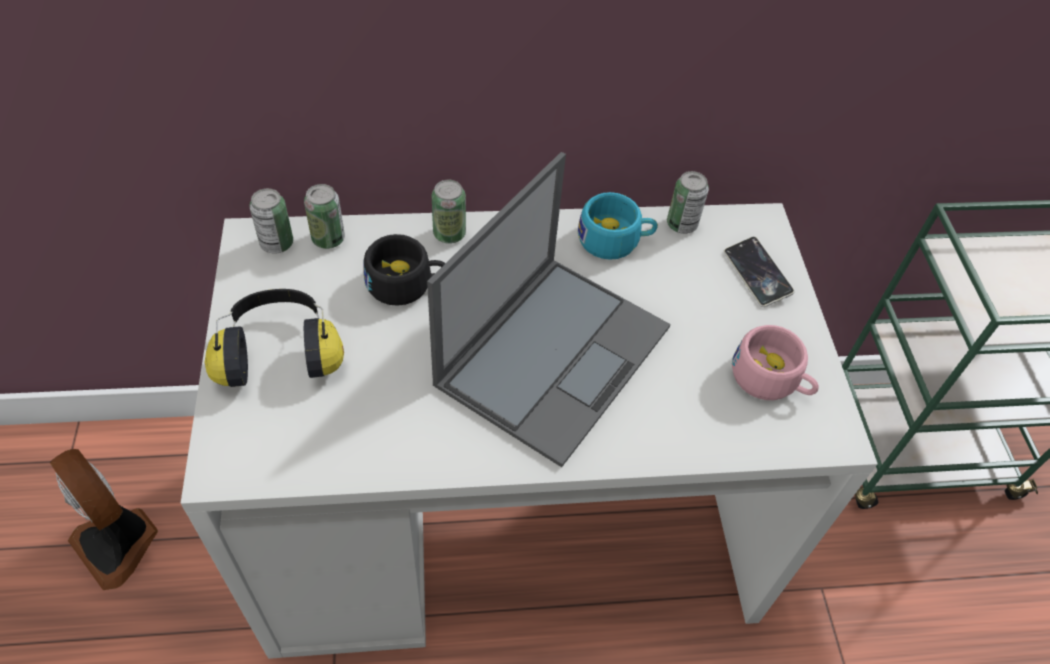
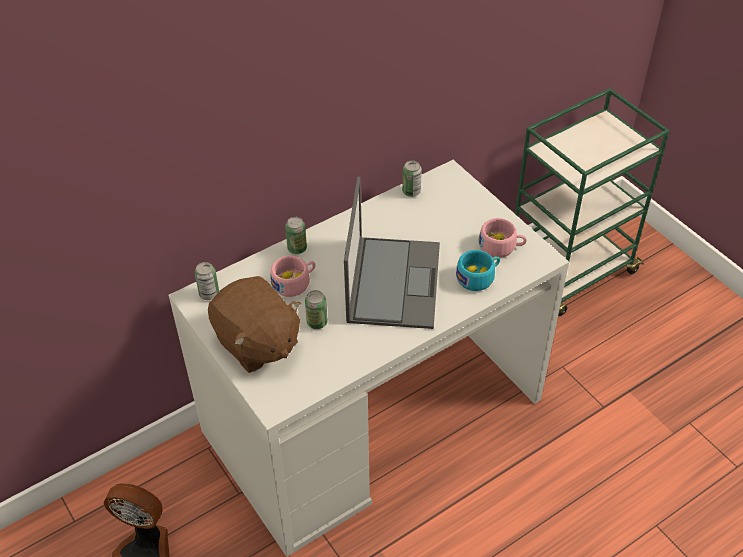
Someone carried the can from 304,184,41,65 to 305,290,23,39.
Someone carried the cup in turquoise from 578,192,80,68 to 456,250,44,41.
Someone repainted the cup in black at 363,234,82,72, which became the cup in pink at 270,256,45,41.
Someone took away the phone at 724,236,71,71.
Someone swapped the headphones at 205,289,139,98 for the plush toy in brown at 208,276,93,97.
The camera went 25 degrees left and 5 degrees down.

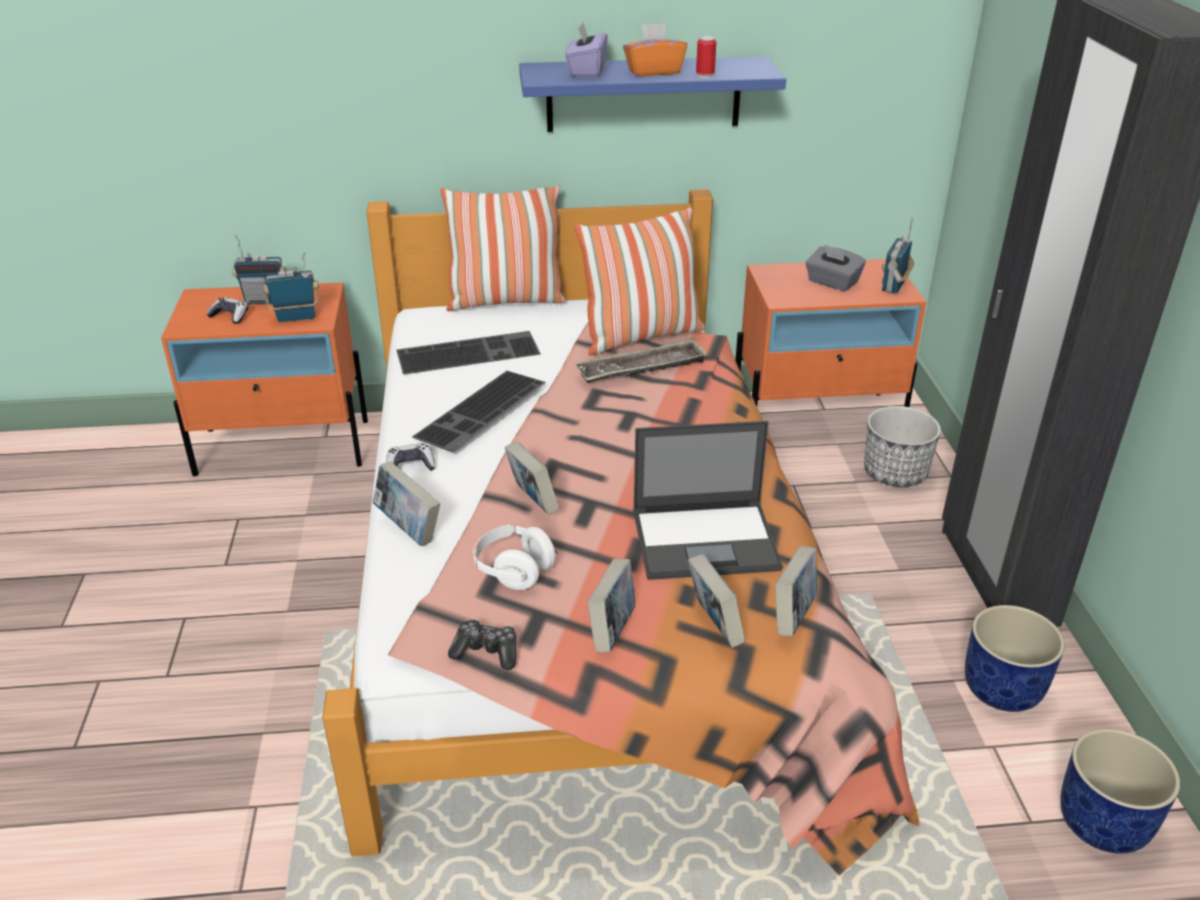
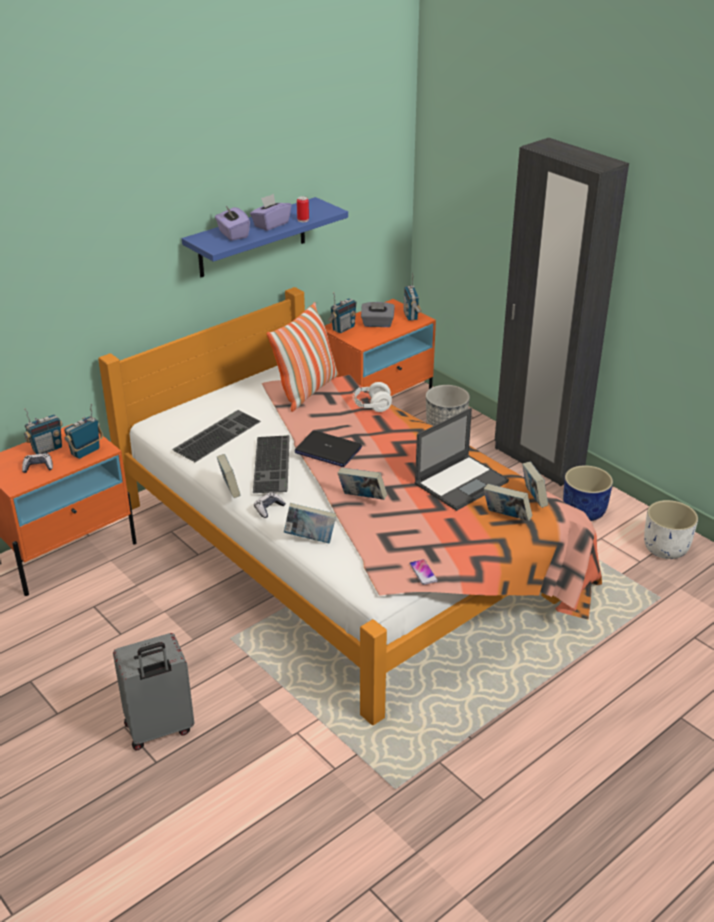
Someone repainted the tissue box in orange at 623,23,64,53, which became the tissue box in purple at 250,194,42,37.
Someone took away the pillow at 441,185,125,126.
Someone took away the tray at 575,338,133,45.
Someone carried the headphones in white from 473,524,84,66 to 353,382,39,30.
Someone carried the book from 588,558,47,95 to 217,454,23,44.
Someone swapped the game controller at 448,619,68,51 for the phone at 409,559,29,26.
Someone repainted the planter in blue at 1060,729,120,125, which became the planter in white at 644,500,54,59.
Someone put down the radio at 328,292,28,41.
Someone put down the laptop at 295,431,67,36.
Someone put down the suitcase in grey at 113,633,81,117.
The camera went 35 degrees left and 0 degrees up.

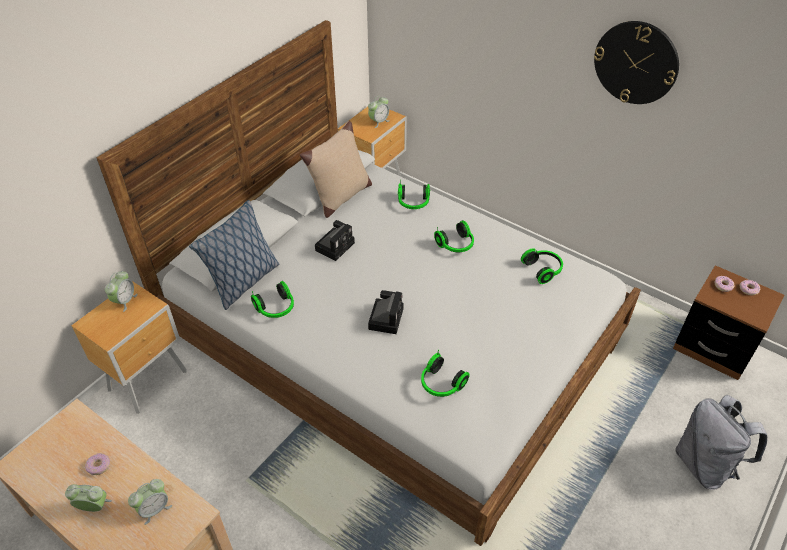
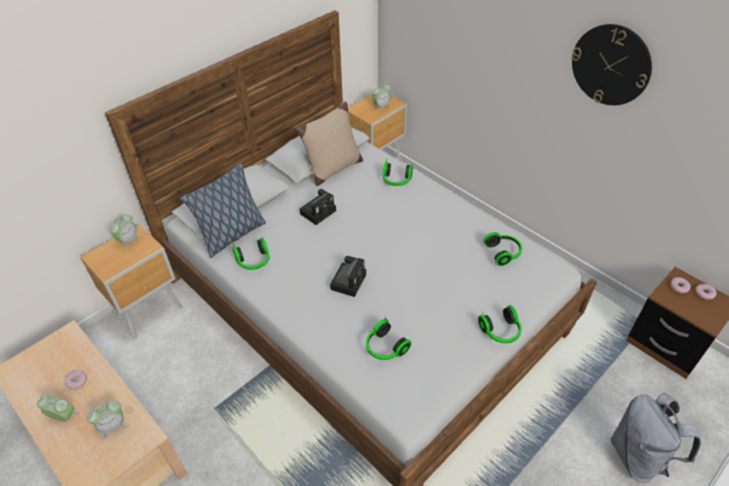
Someone carried the headphones from 434,220,40,32 to 478,305,44,38.
The camera went 10 degrees right and 0 degrees up.

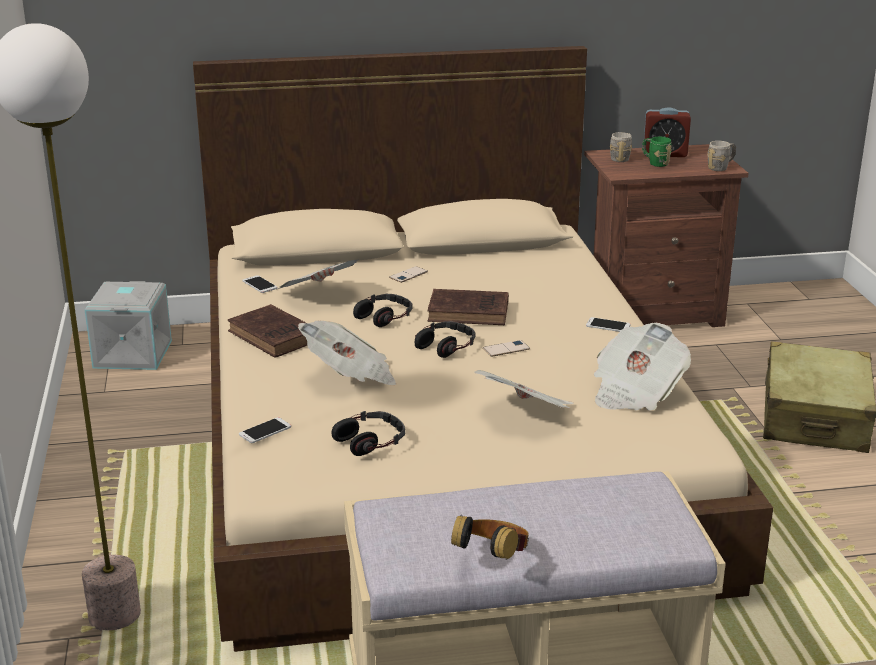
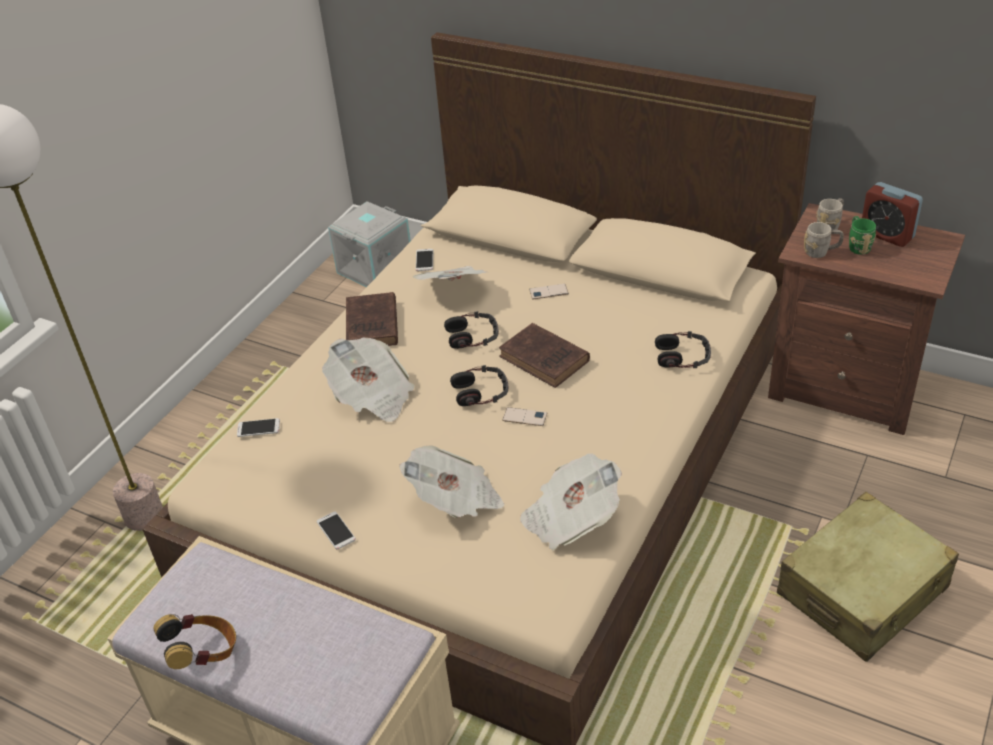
Someone carried the mug in grey from 707,141,29,30 to 804,222,40,36.
Someone carried the phone from 586,317,45,15 to 317,512,39,37.
Someone carried the headphones from 331,411,74,45 to 655,331,56,37.
The camera went 40 degrees right and 15 degrees up.

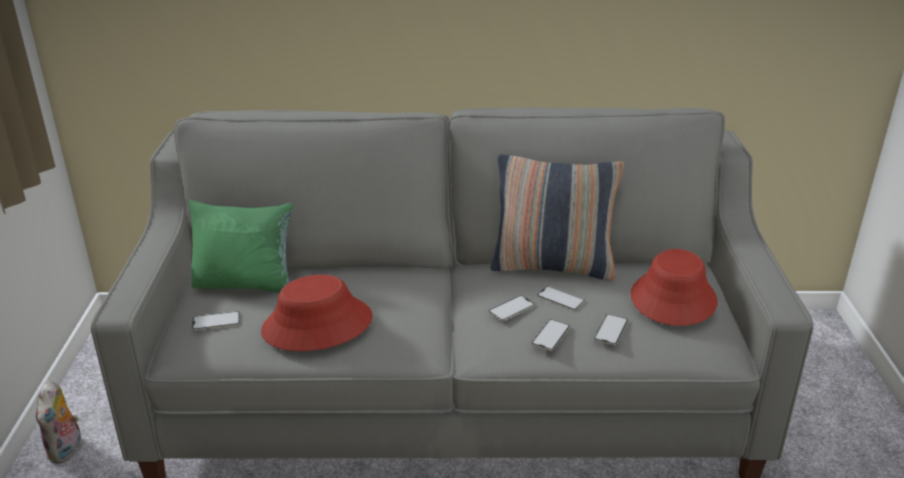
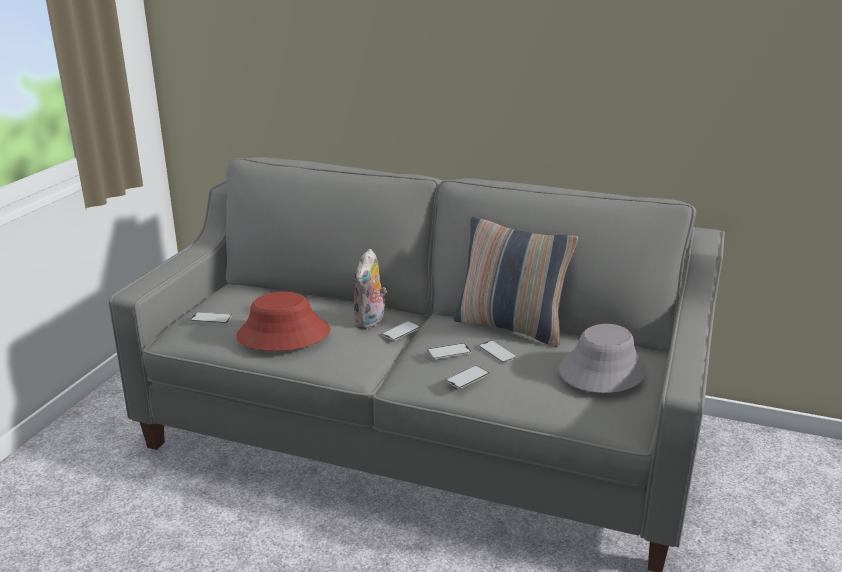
Someone took away the pillow in green at 188,200,105,93.
Someone repainted the hat in red at 631,249,86,77, which became the hat in grey at 559,324,88,69.
Someone carried the phone from 594,314,34,31 to 381,321,40,20.
Someone carried the plush toy from 36,380,45,83 to 354,249,33,80.
The camera went 20 degrees right and 5 degrees down.

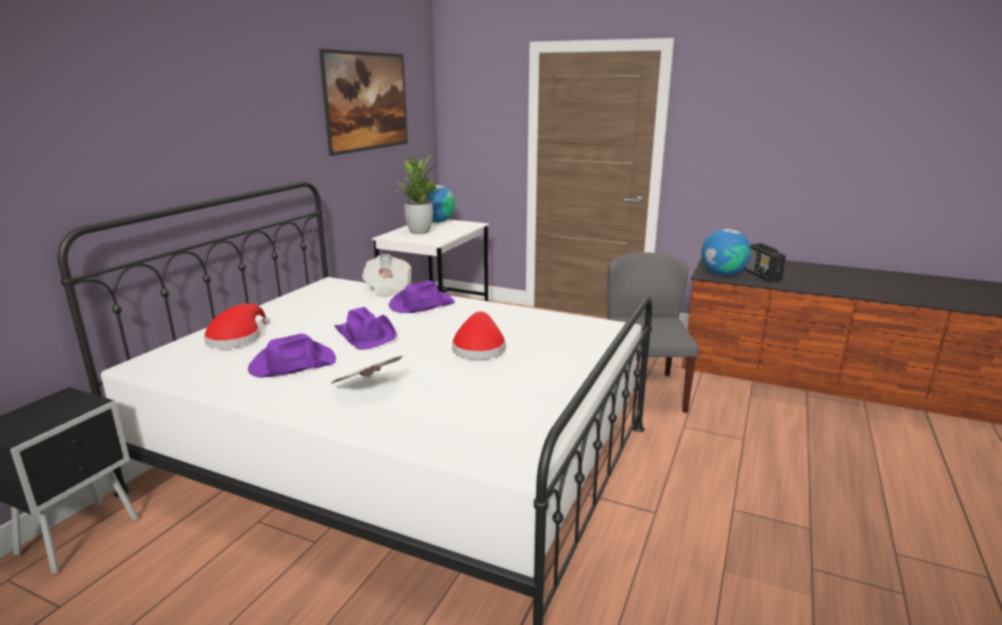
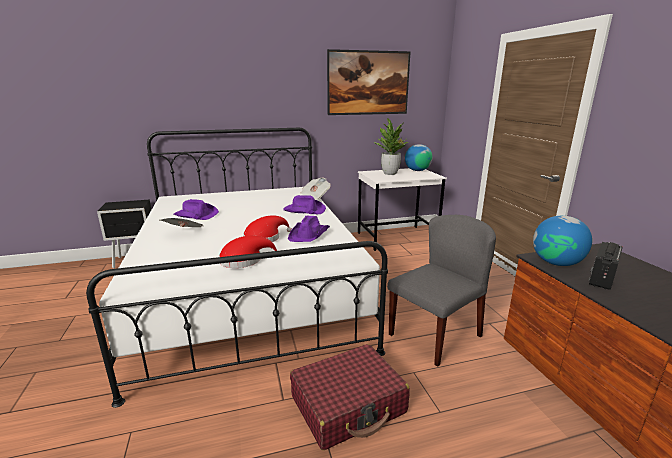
Someone carried the hat in red from 204,304,65,44 to 219,236,59,32.
Someone carried the hat in purple from 334,307,63,43 to 288,216,42,26.
Someone put down the suitcase in red at 290,344,120,106.
The camera went 50 degrees right and 0 degrees up.

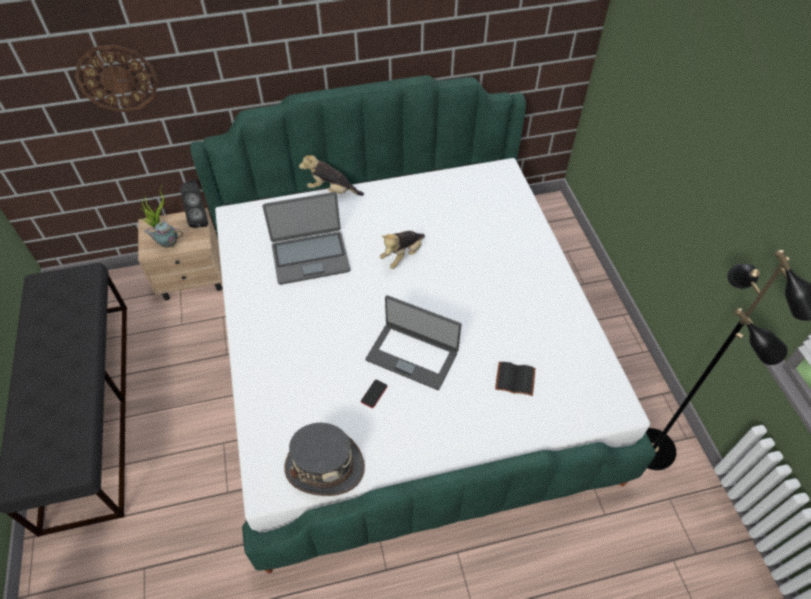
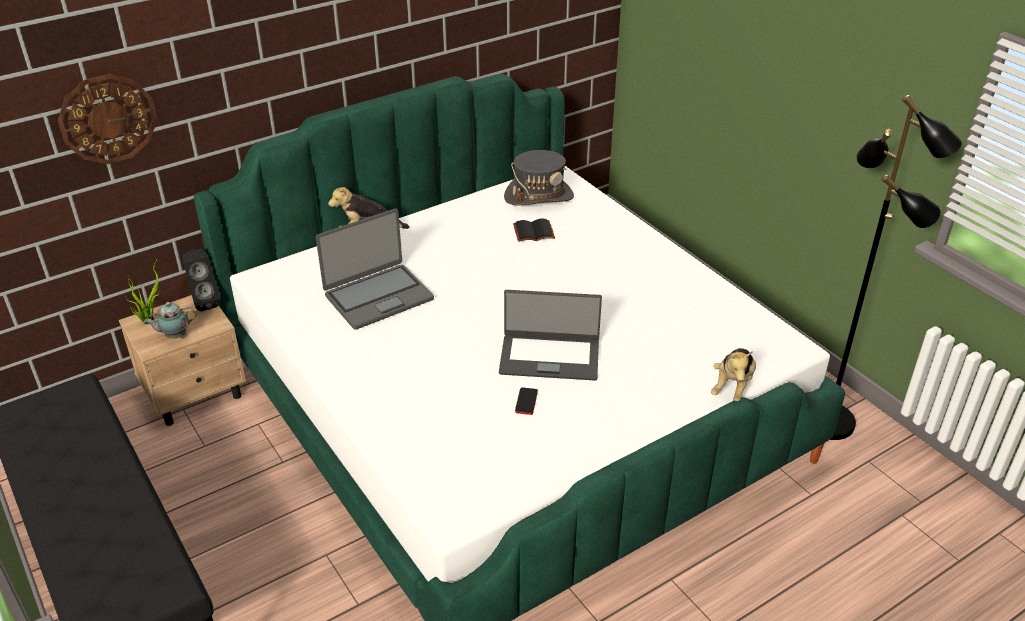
Someone carried the plush toy from 380,231,45,38 to 711,348,45,53.
Someone carried the book in black from 495,362,40,34 to 513,218,42,24.
Someone carried the hat in grey from 284,423,81,73 to 504,150,70,55.
The camera went 20 degrees left and 15 degrees down.

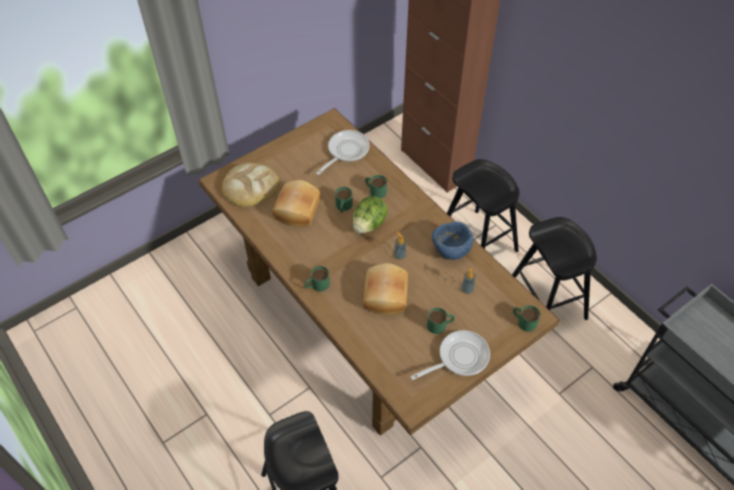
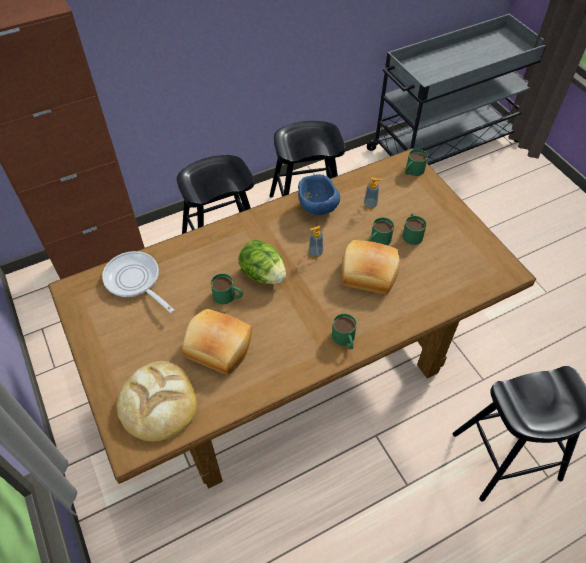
Someone carried the mug in green from 365,175,22,24 to 369,217,25,28.
Someone took away the frying pan at 410,330,80,50.
The camera went 80 degrees left and 0 degrees up.

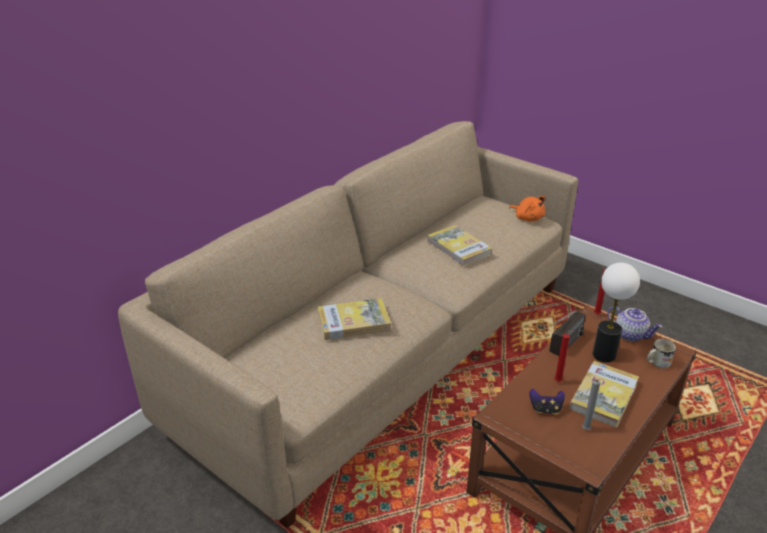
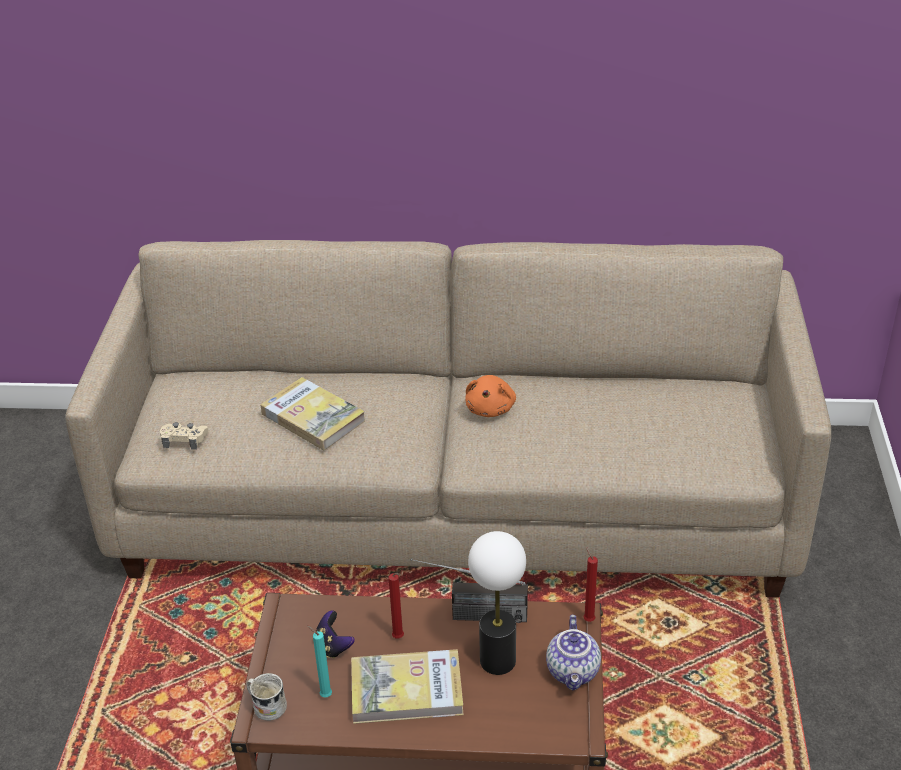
Someone carried the plush toy in orange from 509,196,36,26 to 465,375,51,42.
Someone took away the book at 427,225,65,41.
Someone carried the mug in white from 647,339,29,30 to 247,673,40,48.
Someone repainted the candle in grey at 582,379,18,51, which became the candle in turquoise at 307,625,25,73.
Someone put down the game controller in beige at 160,422,49,28.
The camera went 55 degrees right and 5 degrees up.

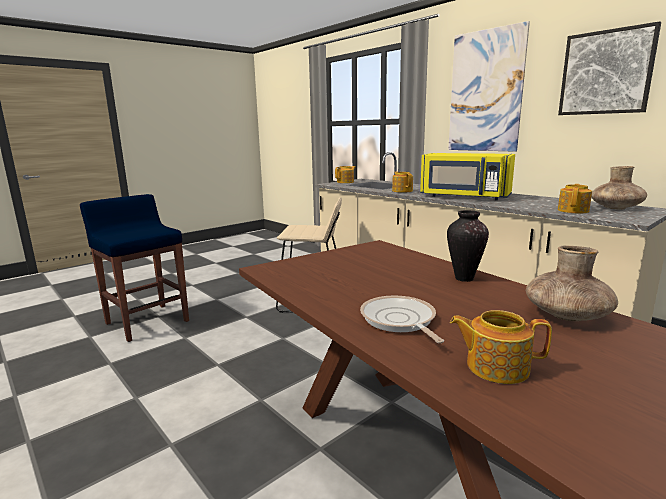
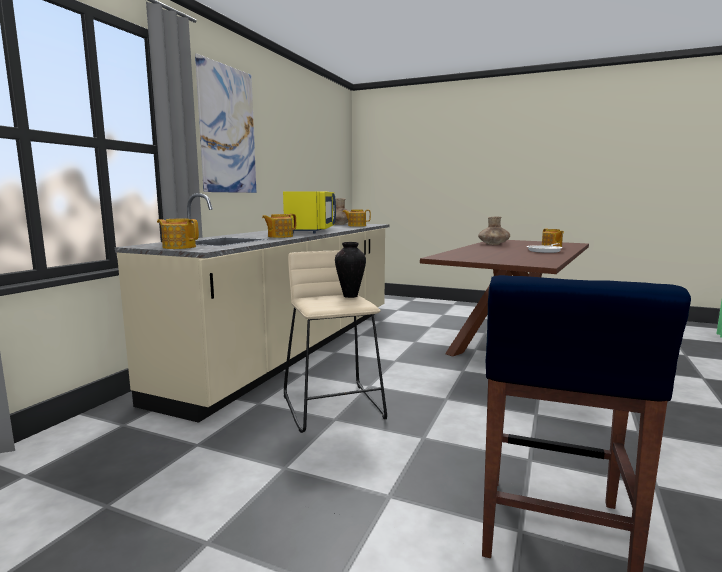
Someone took away the picture at 558,21,103,94.
Someone carried the vase from 447,210,42,72 to 335,242,31,56.
The camera went 115 degrees left and 5 degrees down.

